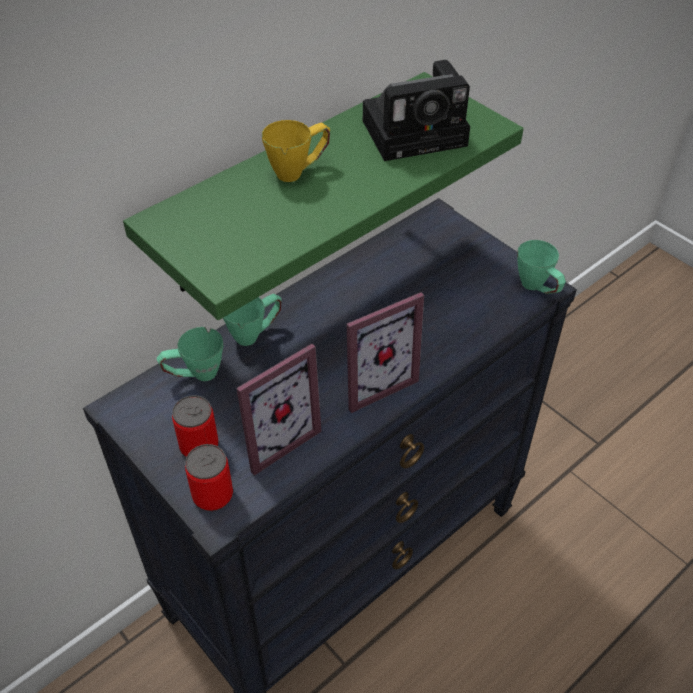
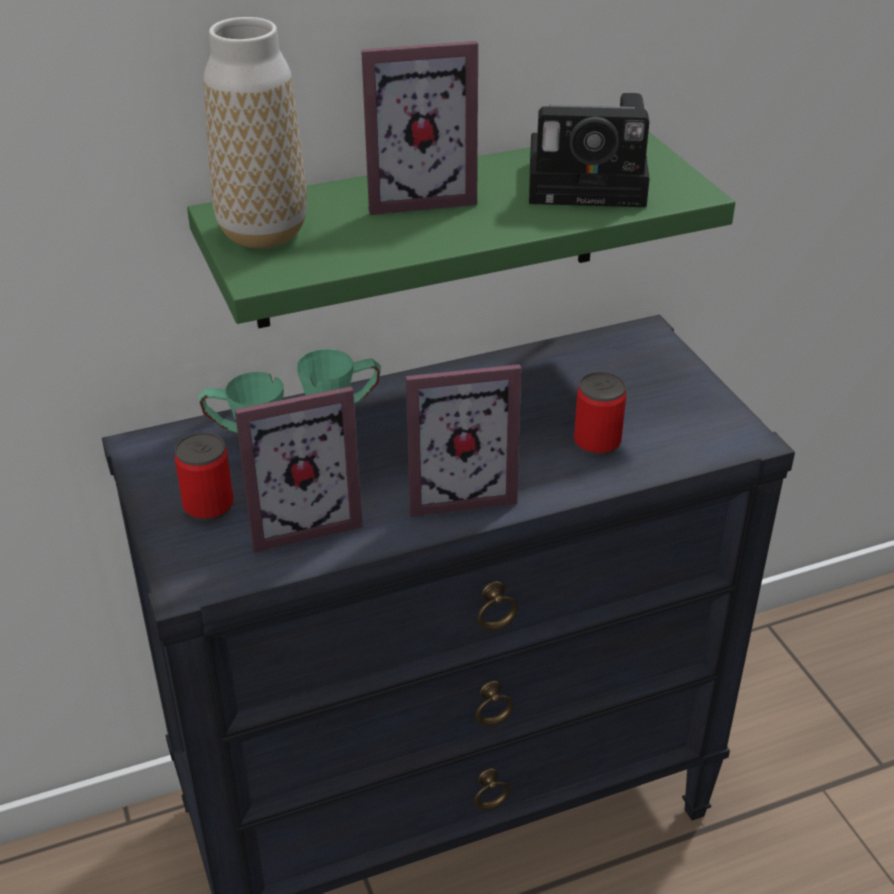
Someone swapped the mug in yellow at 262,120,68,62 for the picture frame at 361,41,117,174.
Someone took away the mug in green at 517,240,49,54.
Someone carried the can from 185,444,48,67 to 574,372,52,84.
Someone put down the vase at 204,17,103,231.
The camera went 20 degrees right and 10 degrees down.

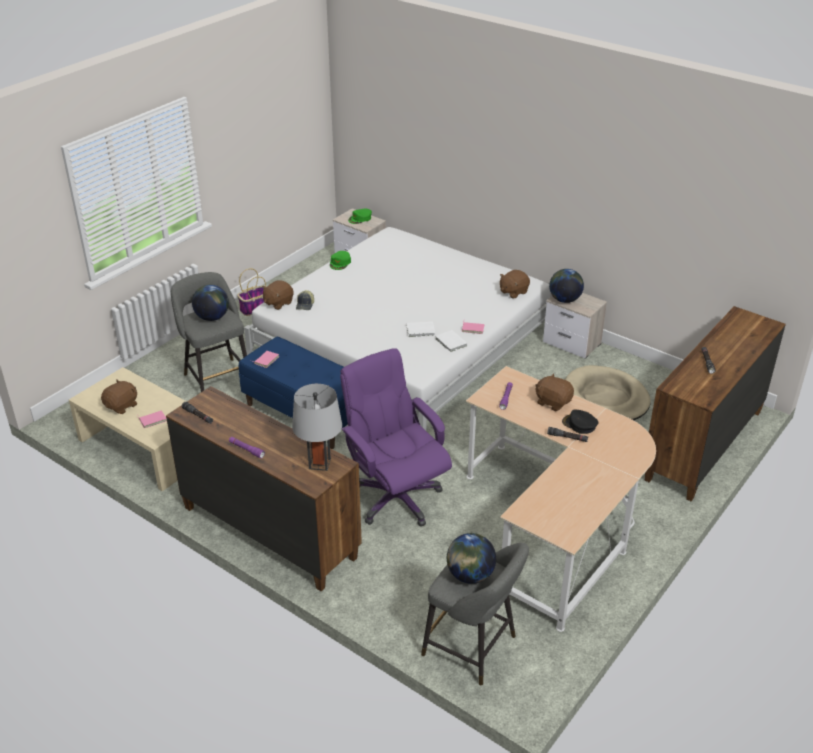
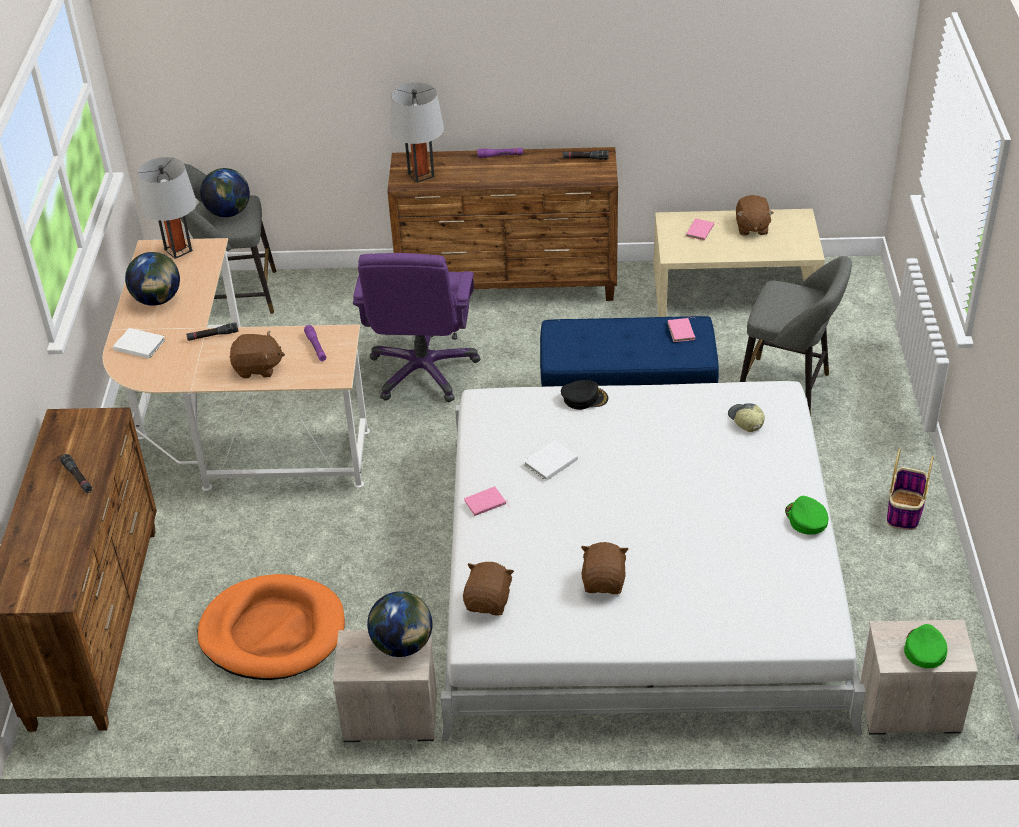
Someone carried the plush toy in brown from 262,280,32,30 to 581,542,47,52.
Someone carried the globe from 192,285,37,36 to 125,252,55,54.
Someone carried the book in white from 435,330,32,22 to 113,328,52,31.
Someone rotated the office chair in purple at 340,348,112,179 by 75 degrees clockwise.
Someone repainted the dog bed in beige at 565,365,86,55, which became the dog bed in orange at 198,574,147,106.
Someone carried the cap in black from 562,409,36,25 to 561,380,47,30.
Someone put down the table lamp in grey at 138,157,59,102.
The camera went 145 degrees right and 5 degrees up.

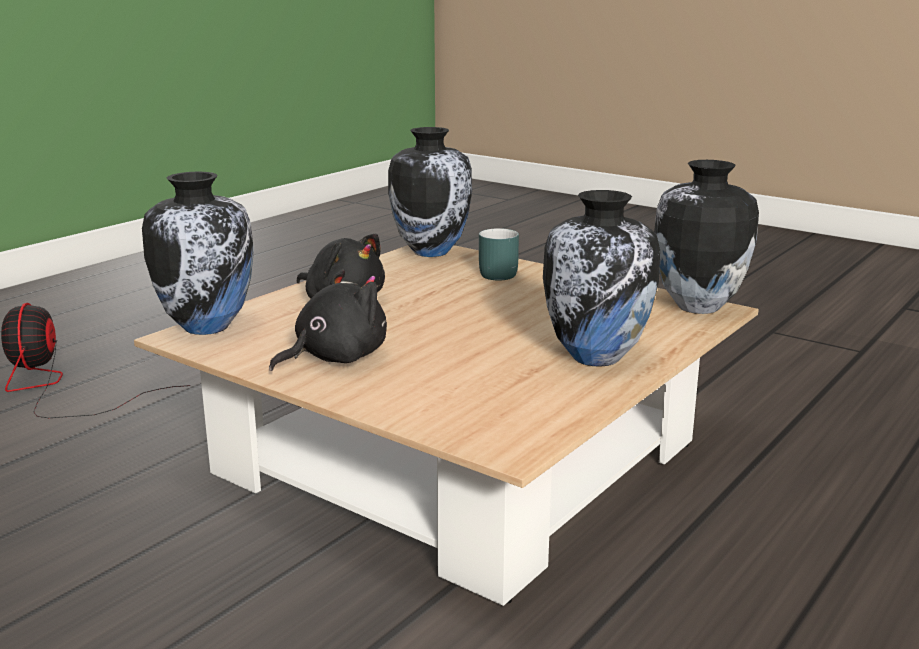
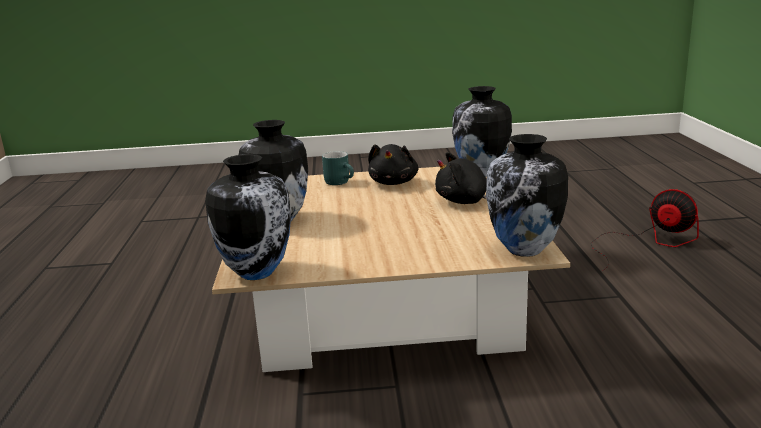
Someone carried the mug in turquoise from 479,228,40,52 to 322,151,32,34.
The camera went 140 degrees right and 0 degrees up.

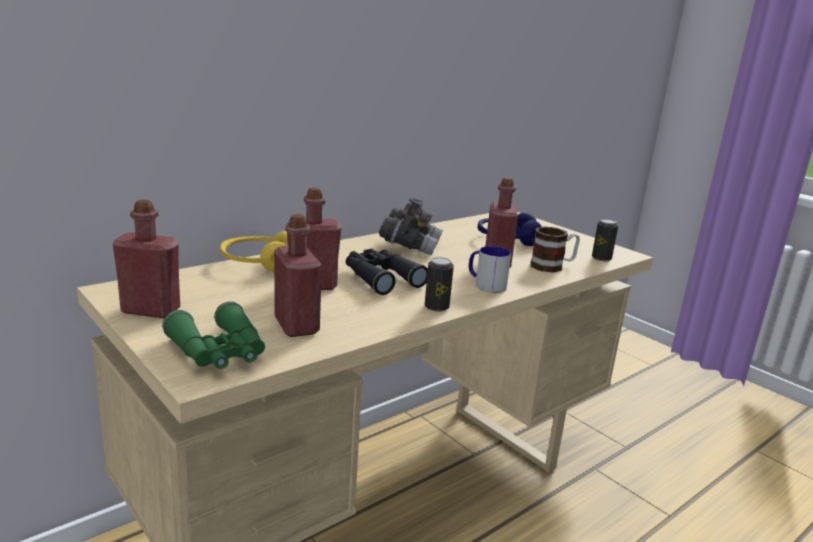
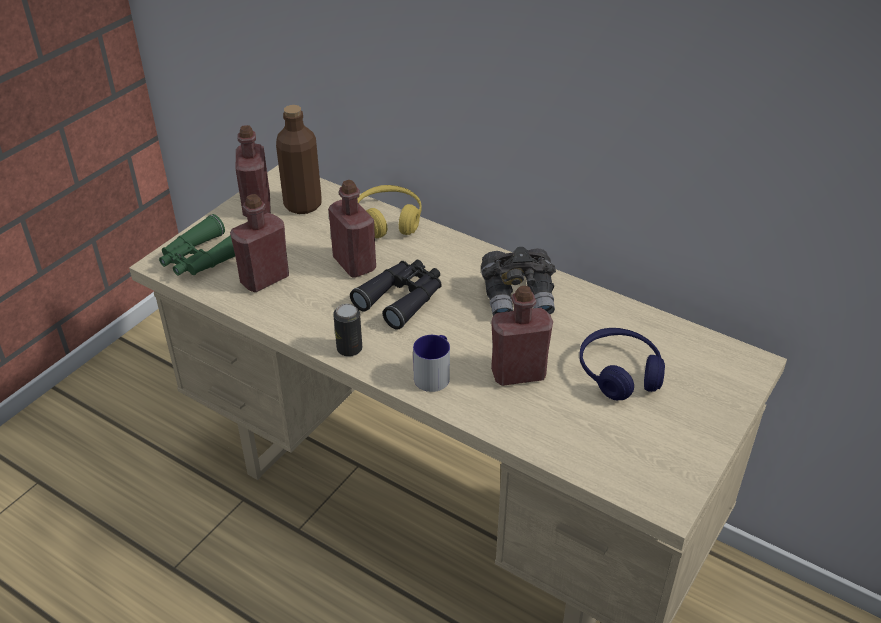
Someone took away the can at 592,219,26,42.
Someone took away the mug at 531,226,49,47.
Someone put down the bottle in brown at 276,105,46,109.
The camera went 75 degrees right and 20 degrees up.

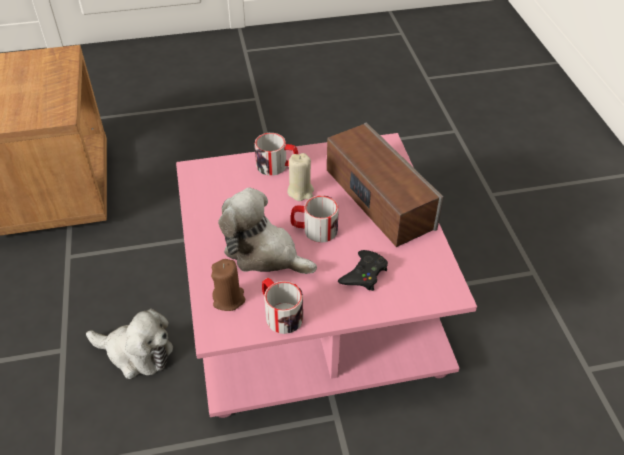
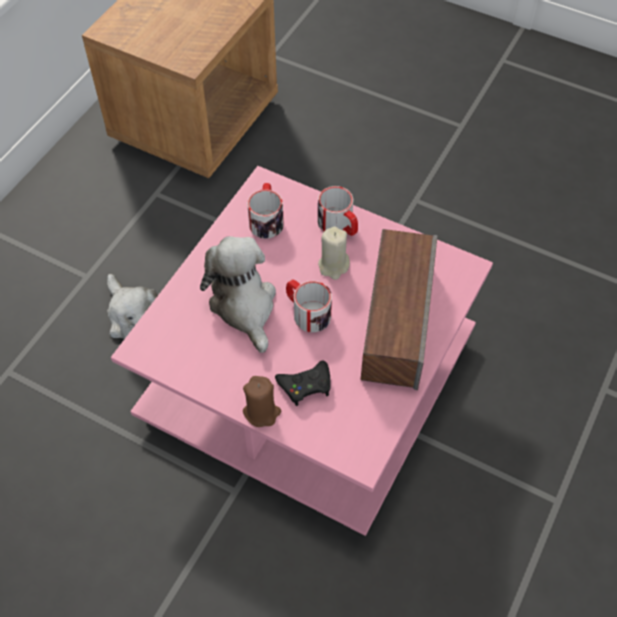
Someone carried the candle in brown from 211,259,34,52 to 243,376,38,51.
Someone carried the mug from 262,278,41,56 to 247,183,37,56.
The camera went 40 degrees right and 10 degrees up.

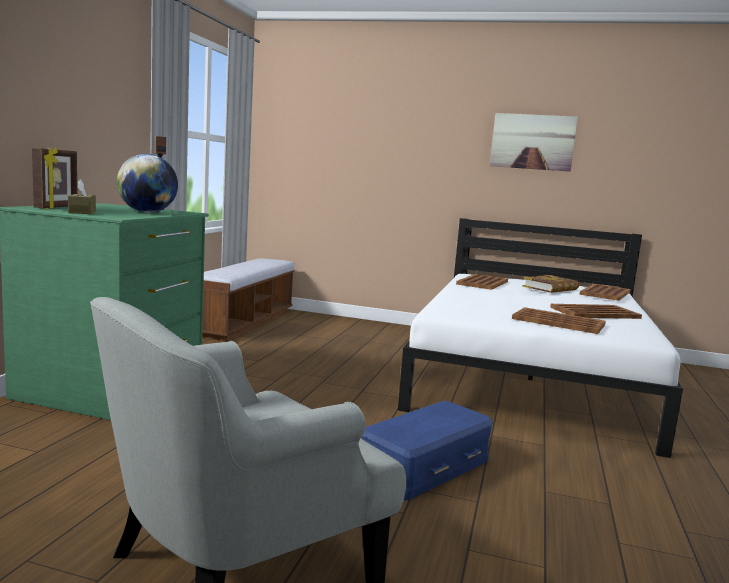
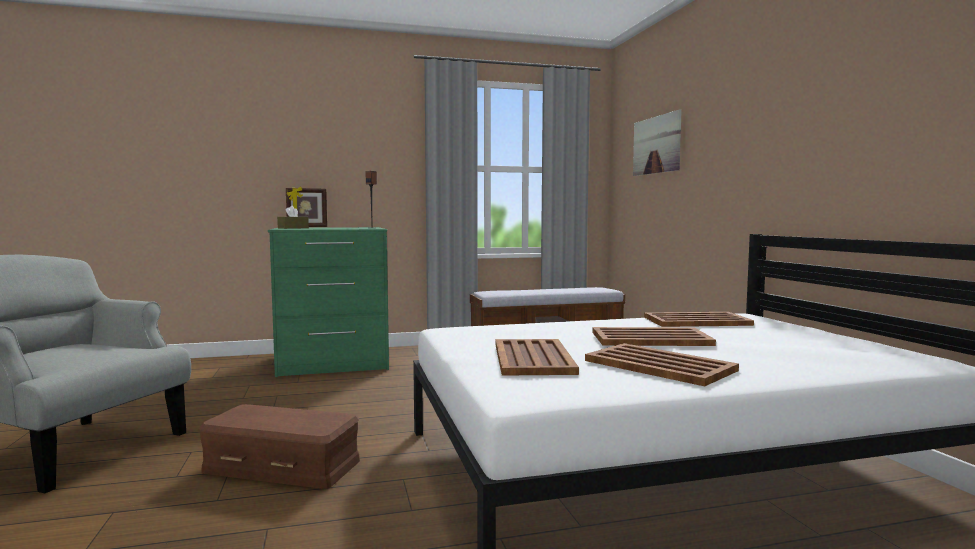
Someone carried the picture from 490,113,88,59 to 633,109,49,67.
Someone took away the globe at 117,154,61,59.
Someone took away the book at 522,275,57,18.
Someone carried the tray in brown from 580,284,51,17 to 593,327,123,19.
Someone repainted the storage box in blue at 361,401,132,100, which became the storage box in brown at 199,404,161,85.
The camera went 60 degrees right and 5 degrees down.

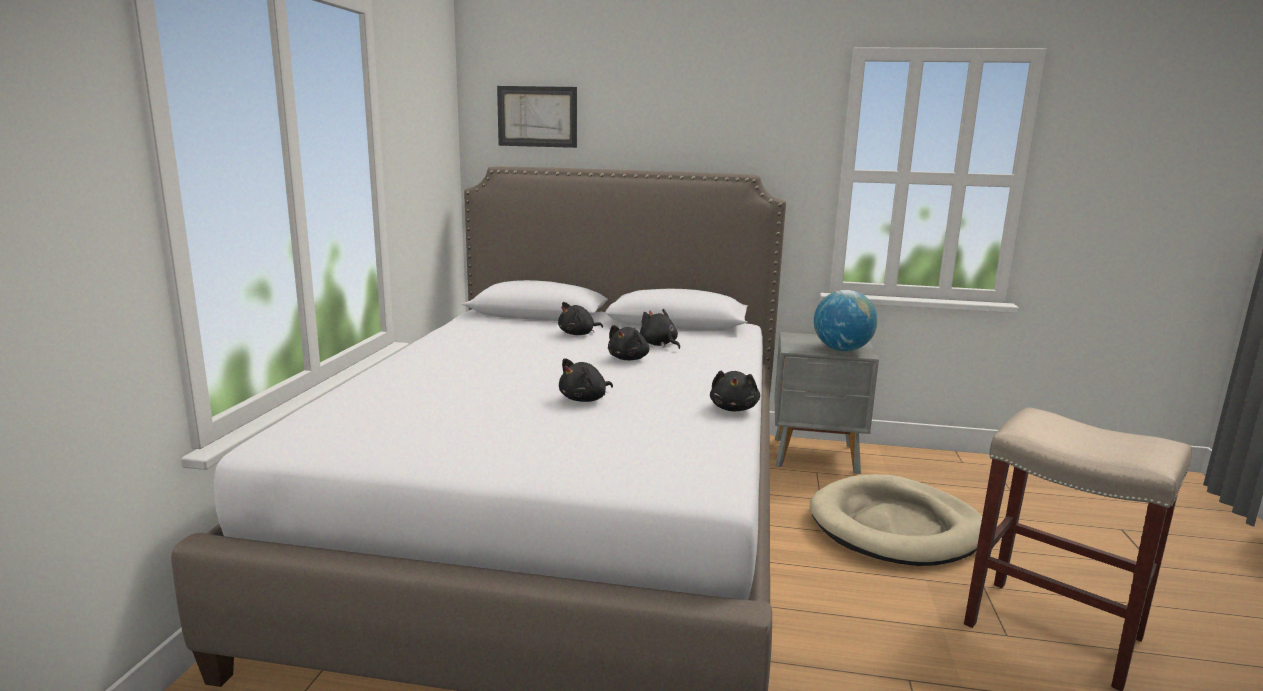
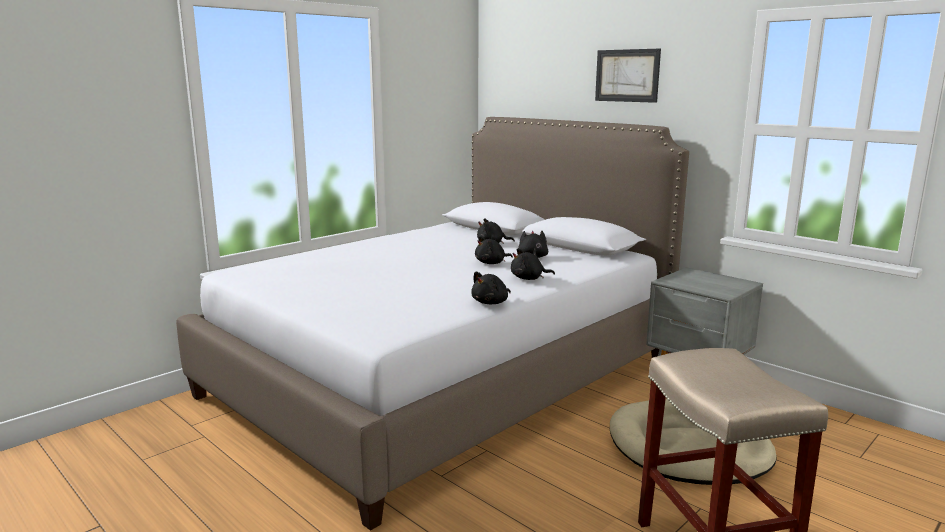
Someone carried the picture from 497,86,80,62 to 595,49,66,54.
Someone took away the globe at 814,290,64,61.
Someone carried the plush toy in black from 559,358,54,44 to 511,249,44,31.
The camera went 35 degrees right and 0 degrees up.

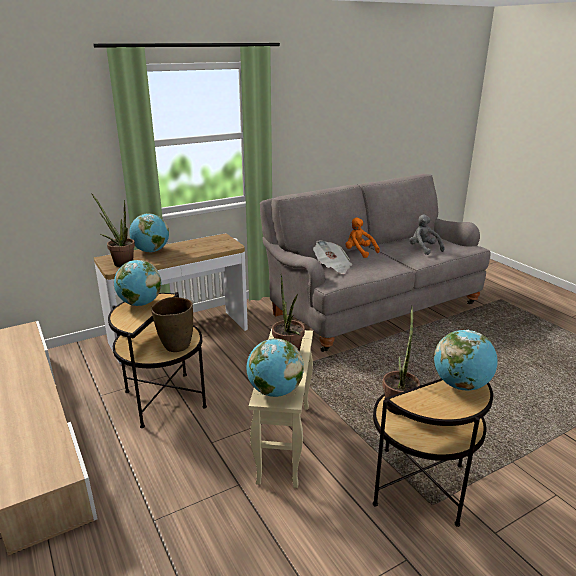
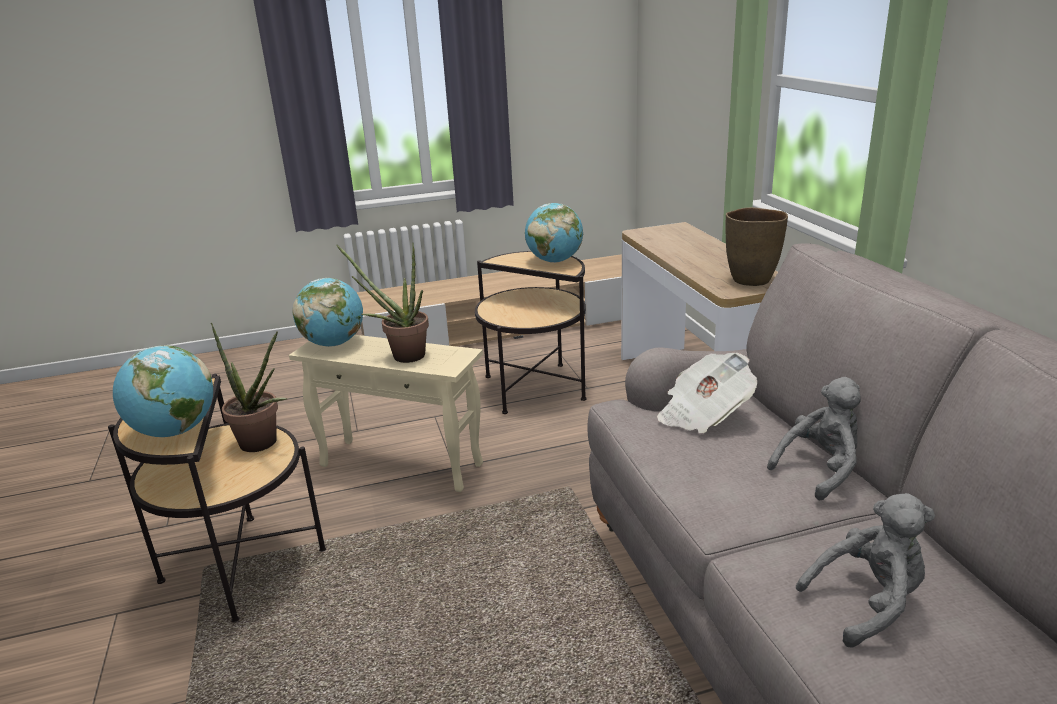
Someone took away the potted plant at 91,193,44,74.
Someone took away the globe at 129,214,40,38.
Someone repainted the plush toy in orange at 345,218,35,40, which became the plush toy in grey at 767,377,94,124.
Someone carried the vase in brown from 151,297,42,55 to 725,207,63,79.
The camera went 105 degrees right and 0 degrees up.

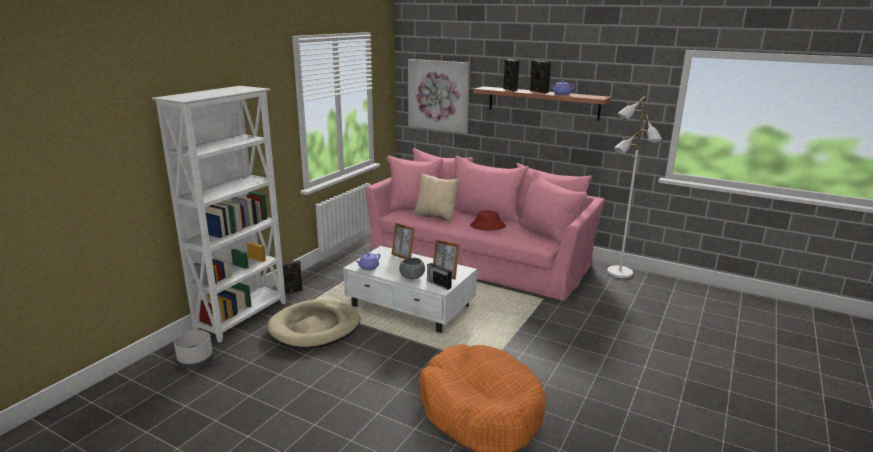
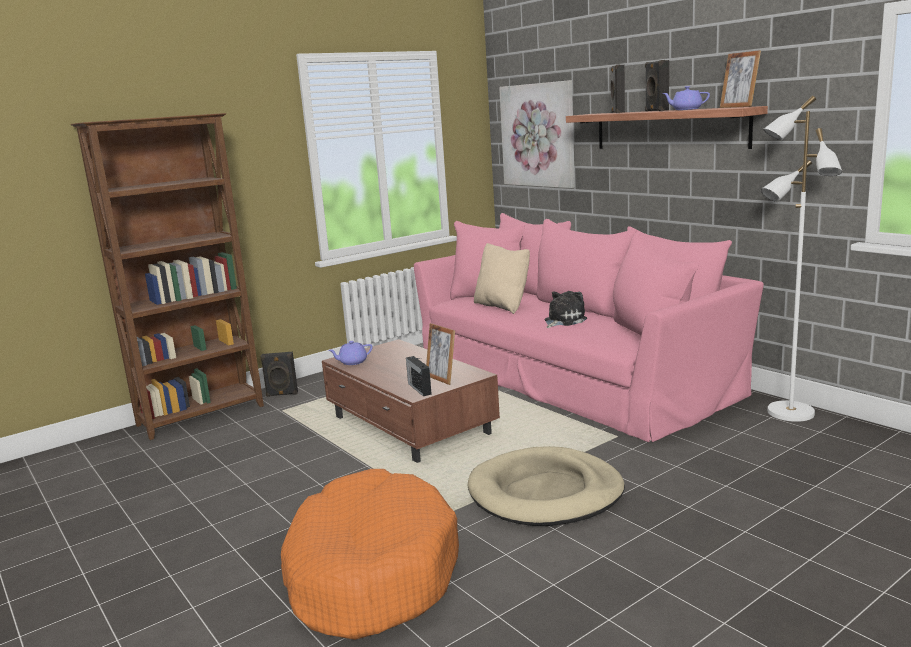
Someone repainted the bookcase in white at 152,86,134,256, which became the bookcase in brown at 71,113,193,327.
Someone swapped the hat in red at 470,210,36,21 for the plush toy at 545,291,42,37.
Someone carried the picture frame from 391,223,24,36 to 720,50,41,58.
Someone repainted the coffee table in white at 343,246,134,87, which became the coffee table in brown at 322,339,178,124.
Someone took away the bowl in grey at 399,258,26,21.
Someone carried the dog bed in beige from 268,299,92,49 to 468,446,157,80.
Someone took away the planter in grey at 174,330,39,39.
The camera went 25 degrees right and 5 degrees down.

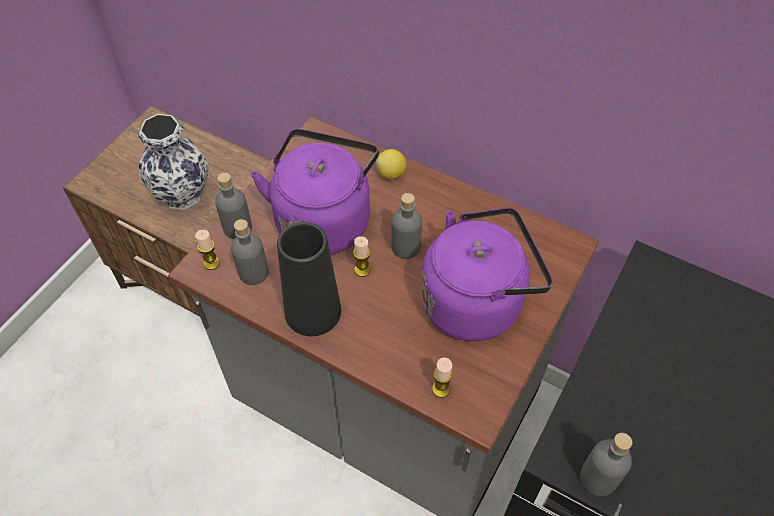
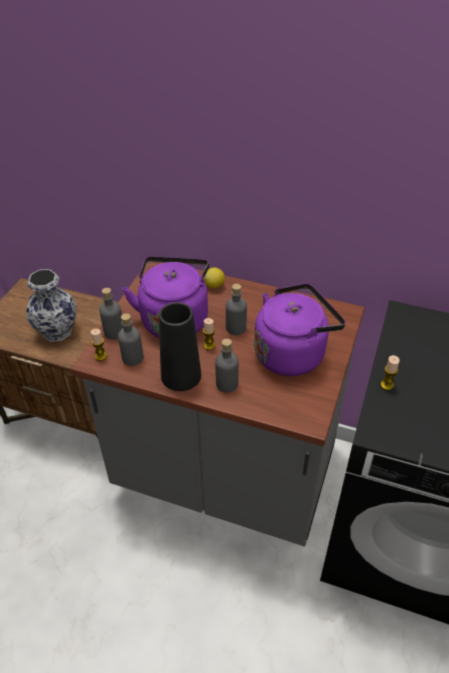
Someone carried the candle from 432,357,21,41 to 380,355,20,35.
Someone carried the bottle in grey from 580,433,52,63 to 215,339,24,54.
The camera went 10 degrees left and 10 degrees down.

